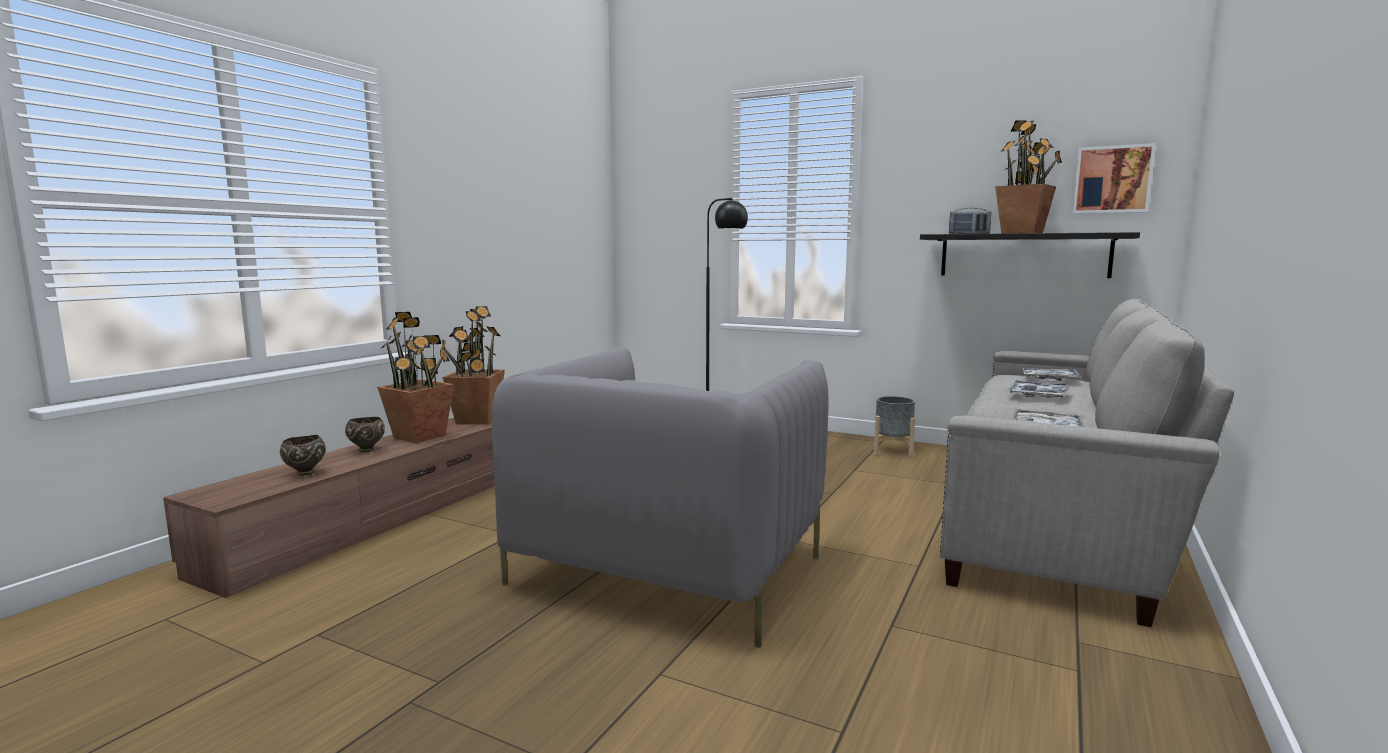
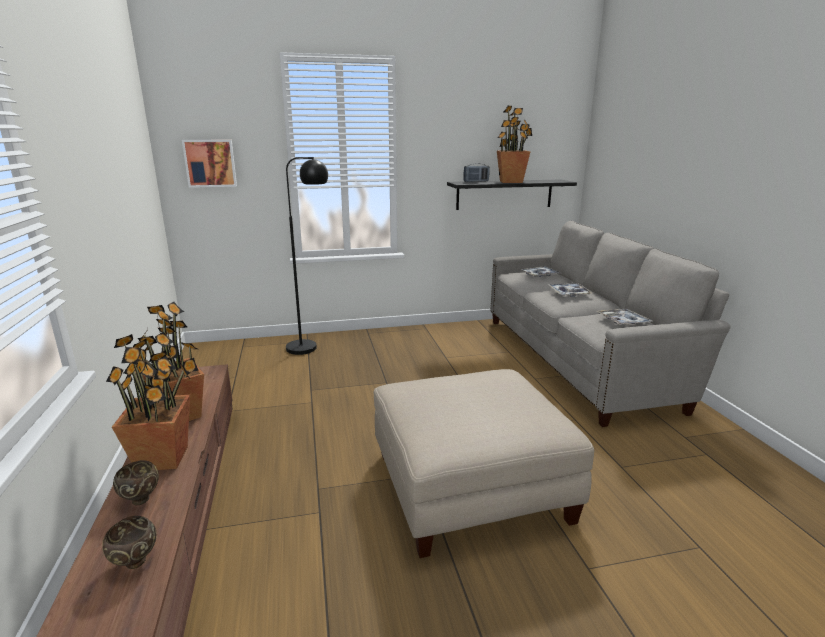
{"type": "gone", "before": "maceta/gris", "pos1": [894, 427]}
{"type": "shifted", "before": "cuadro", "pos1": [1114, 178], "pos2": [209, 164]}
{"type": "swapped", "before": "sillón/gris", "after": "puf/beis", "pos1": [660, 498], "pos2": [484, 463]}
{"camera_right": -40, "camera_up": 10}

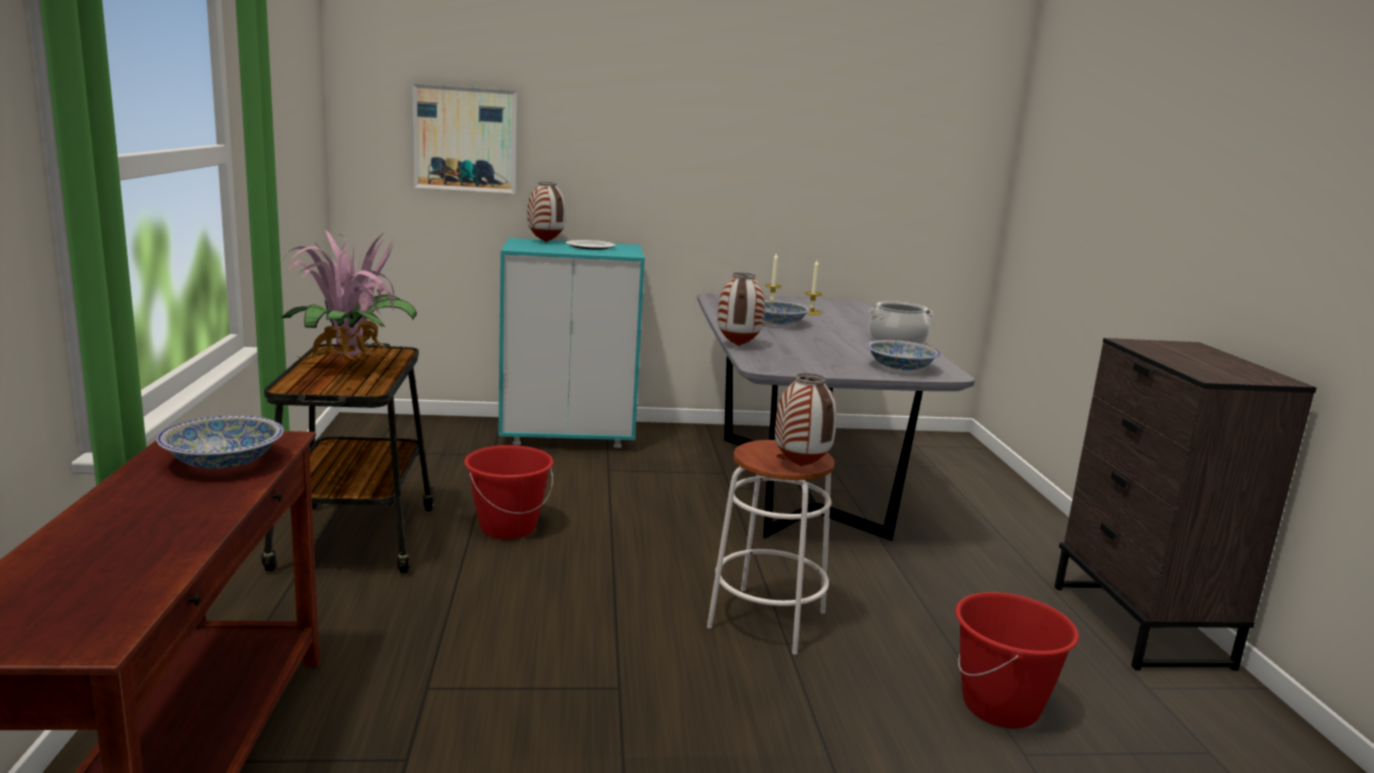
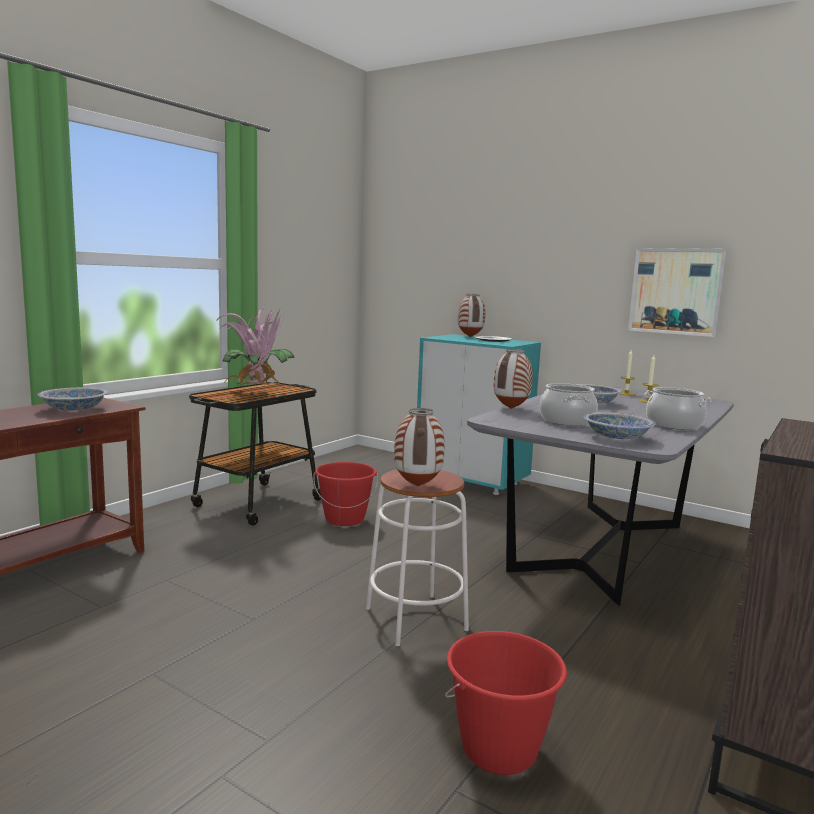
{"type": "new", "after": "olla", "pos2": [569, 404]}
{"type": "shifted", "before": "cuadro", "pos1": [464, 138], "pos2": [677, 292]}
{"camera_right": 40, "camera_up": -5}

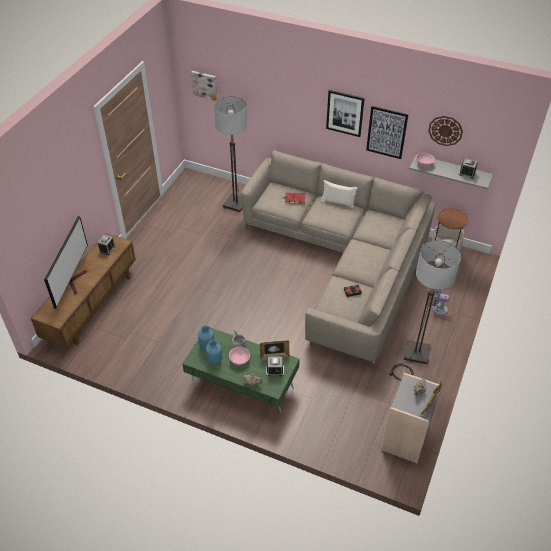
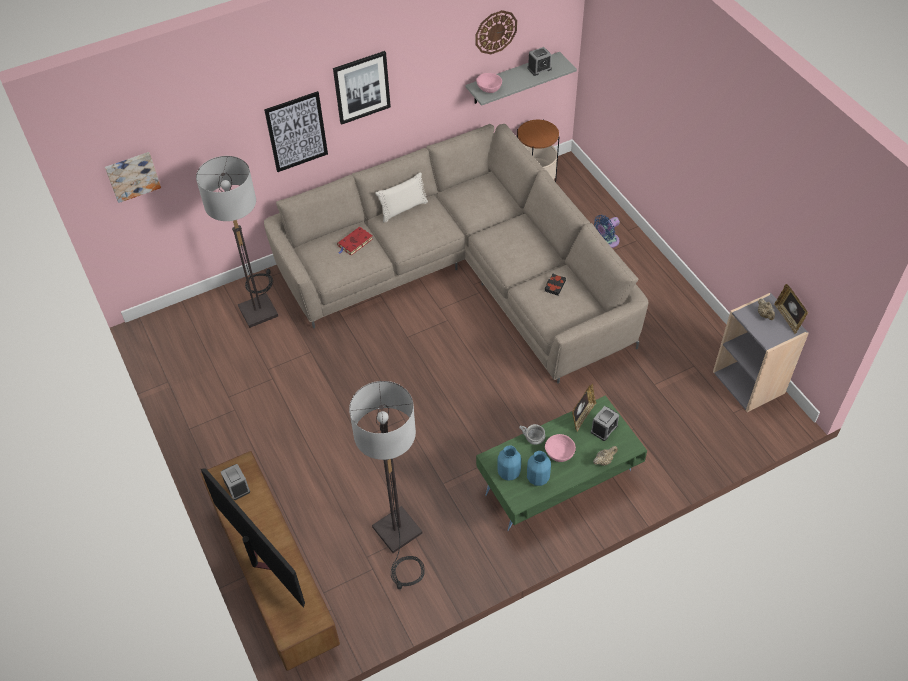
{"type": "shifted", "before": "cuadro", "pos1": [387, 132], "pos2": [296, 131]}
{"type": "shifted", "before": "lámpara de pie", "pos1": [425, 310], "pos2": [387, 486]}
{"camera_right": -50, "camera_up": 5}

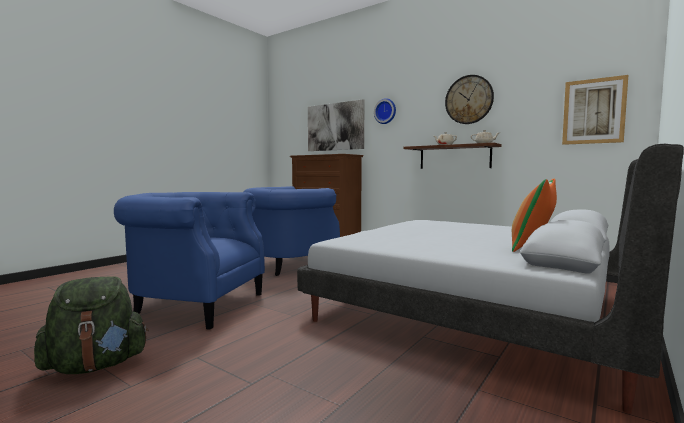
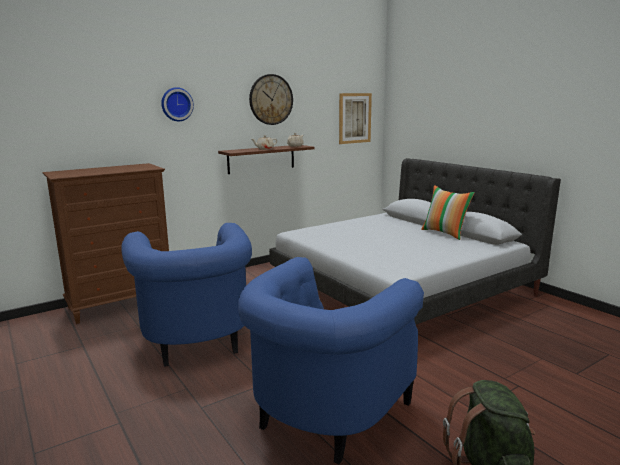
{"type": "gone", "before": "cuadro", "pos1": [336, 125]}
{"camera_right": -70, "camera_up": 10}

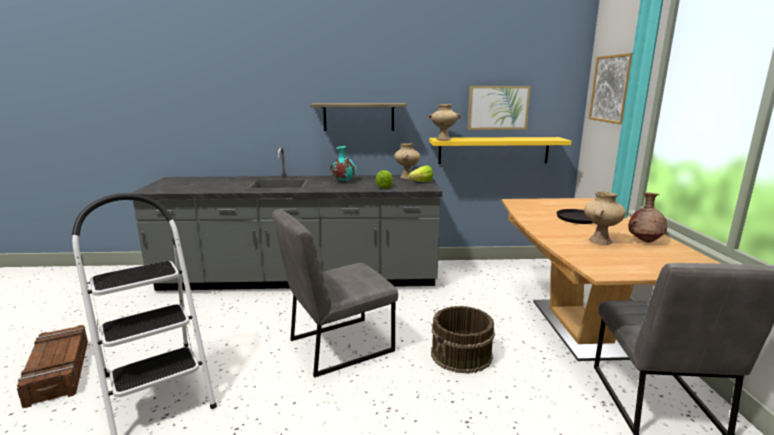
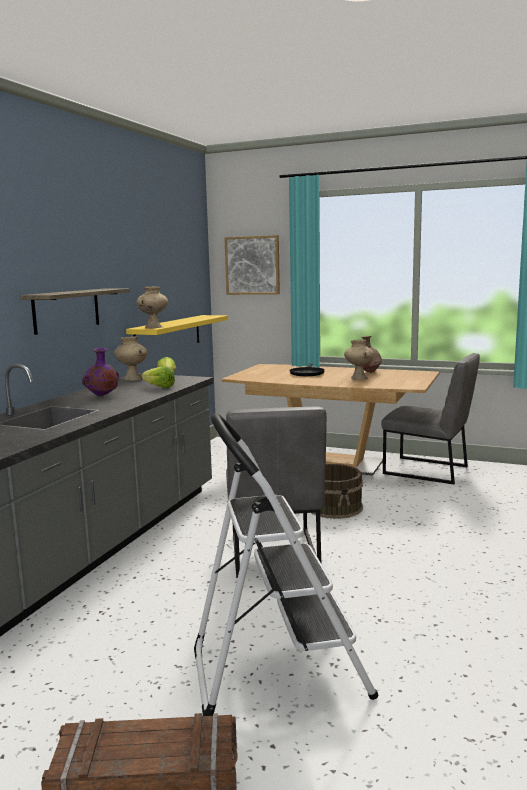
{"type": "gone", "before": "cuadro", "pos1": [499, 108]}
{"type": "repainted", "before": "florero/turquesa", "after": "florero/morado", "pos1": [344, 163], "pos2": [100, 372]}
{"camera_right": -65, "camera_up": -5}

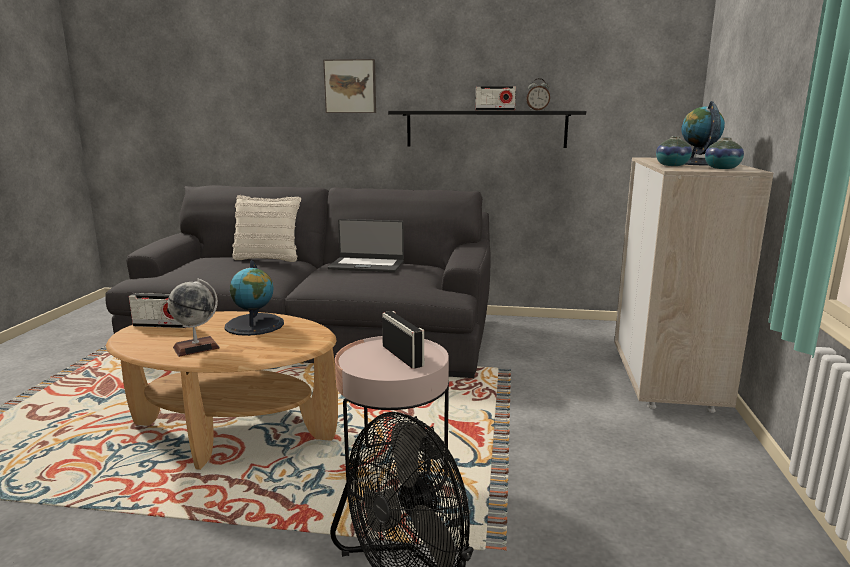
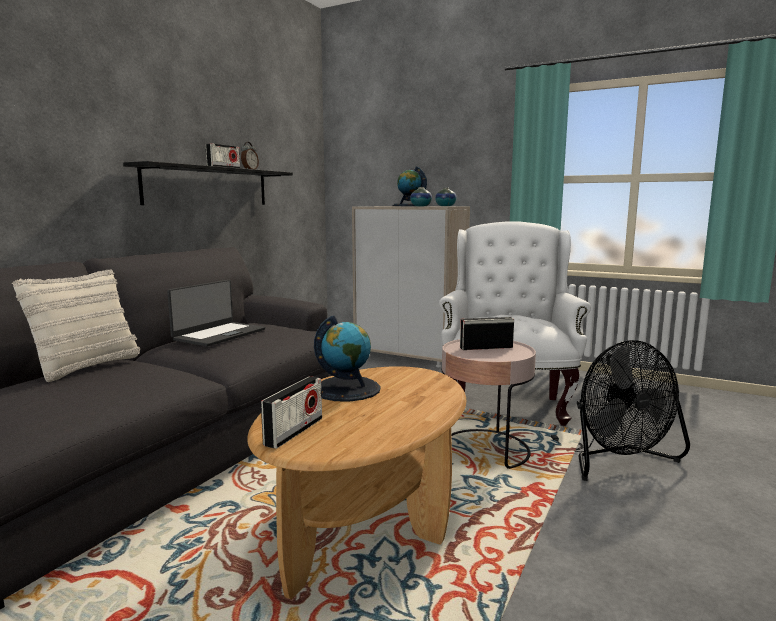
{"type": "gone", "before": "globo terráqueo", "pos1": [194, 318]}
{"type": "gone", "before": "cuadro", "pos1": [349, 86]}
{"type": "new", "after": "sillón/blanco", "pos2": [515, 323]}
{"camera_right": -70, "camera_up": -5}

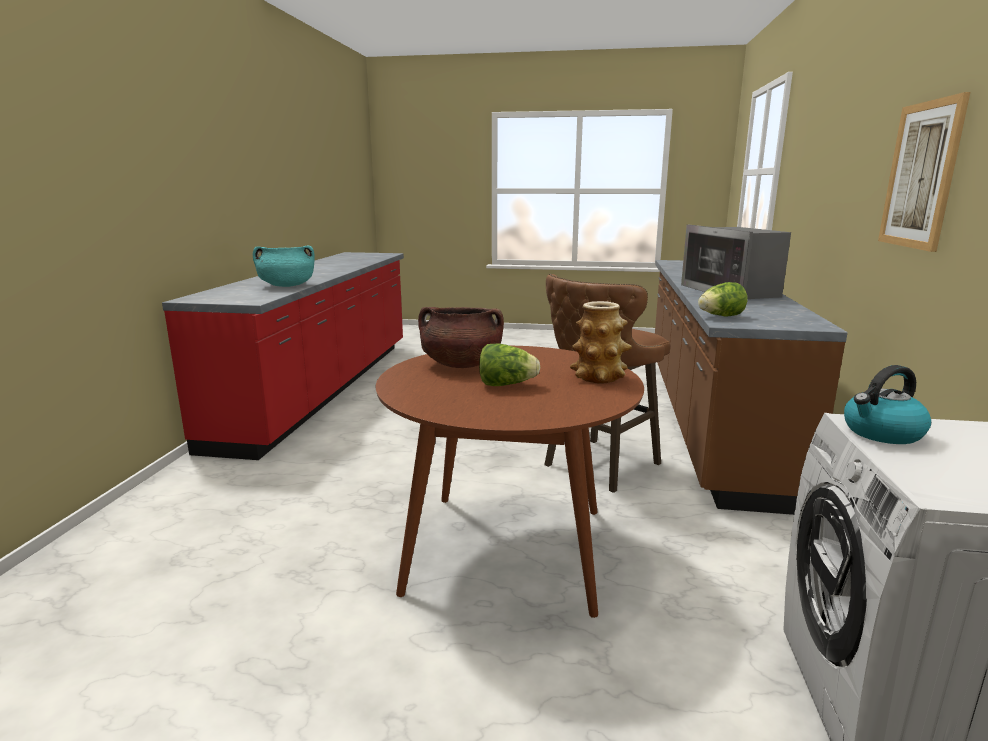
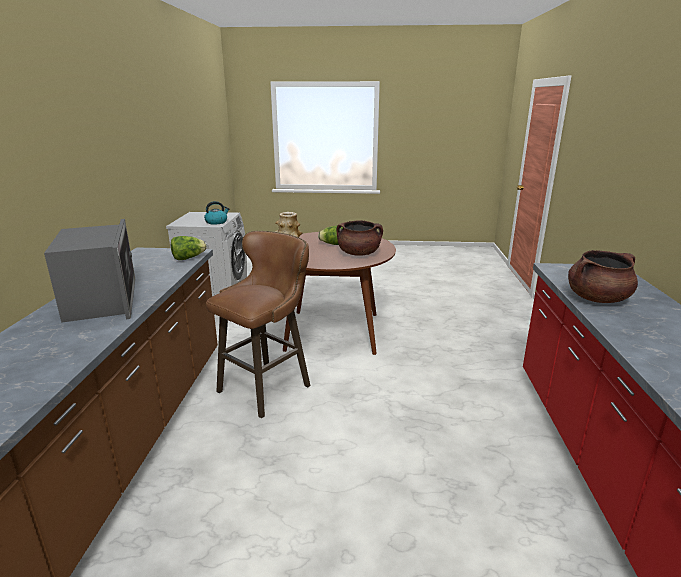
{"type": "gone", "before": "cuadro", "pos1": [924, 172]}
{"type": "repainted", "before": "olla/turquesa", "after": "olla/marrón", "pos1": [284, 266], "pos2": [603, 276]}
{"camera_right": 175, "camera_up": 5}

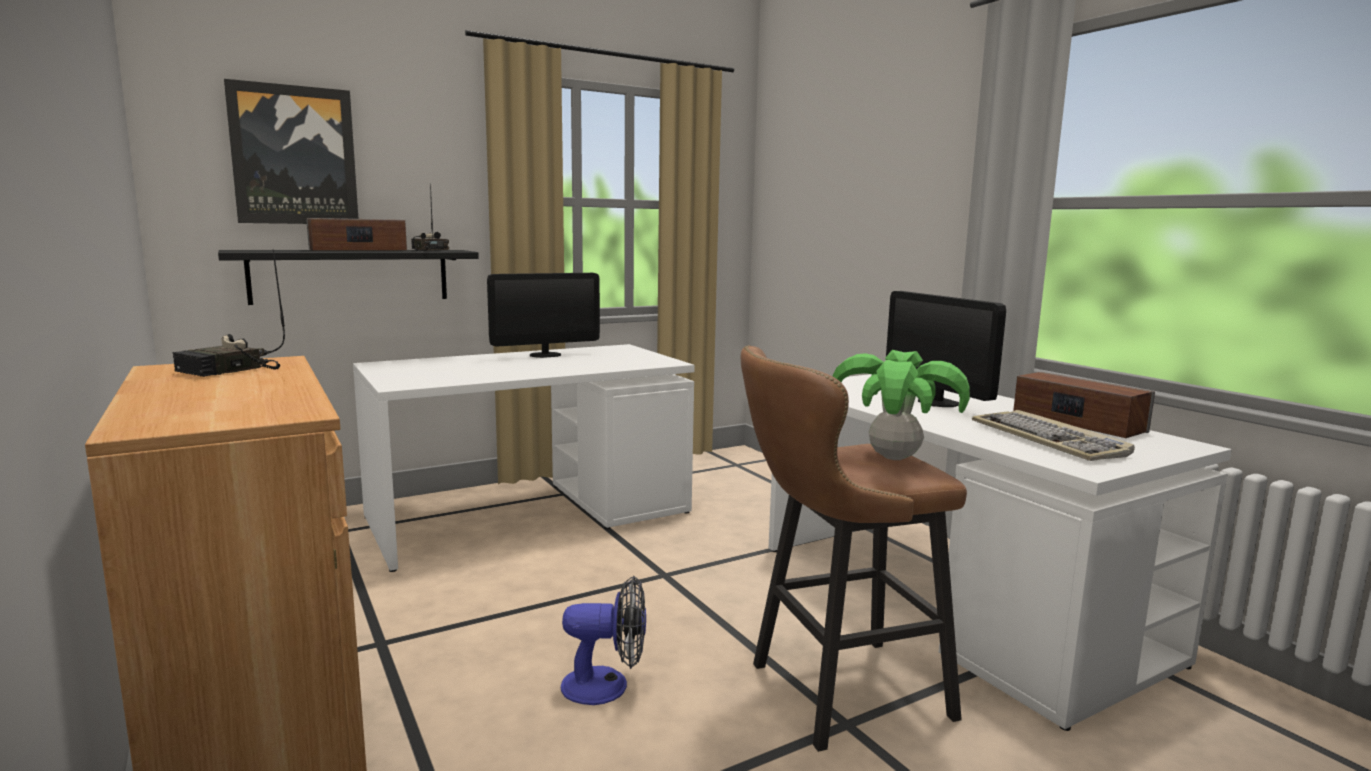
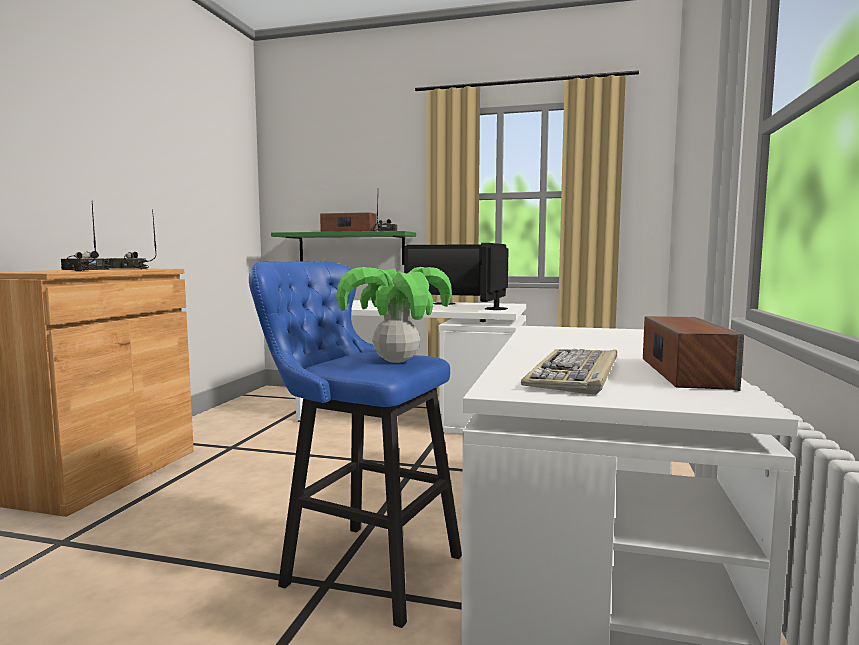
{"type": "gone", "before": "cuadro", "pos1": [291, 151]}
{"type": "gone", "before": "ventilador", "pos1": [603, 640]}
{"type": "new", "after": "radio", "pos2": [85, 237]}
{"type": "shifted", "before": "monitor", "pos1": [946, 349], "pos2": [494, 276]}
{"type": "repainted", "before": "estante/negro", "after": "estante/verde", "pos1": [348, 277], "pos2": [343, 248]}
{"type": "repainted", "before": "taburete/marrón", "after": "taburete/azul", "pos1": [854, 548], "pos2": [355, 444]}
{"camera_right": 45, "camera_up": -5}

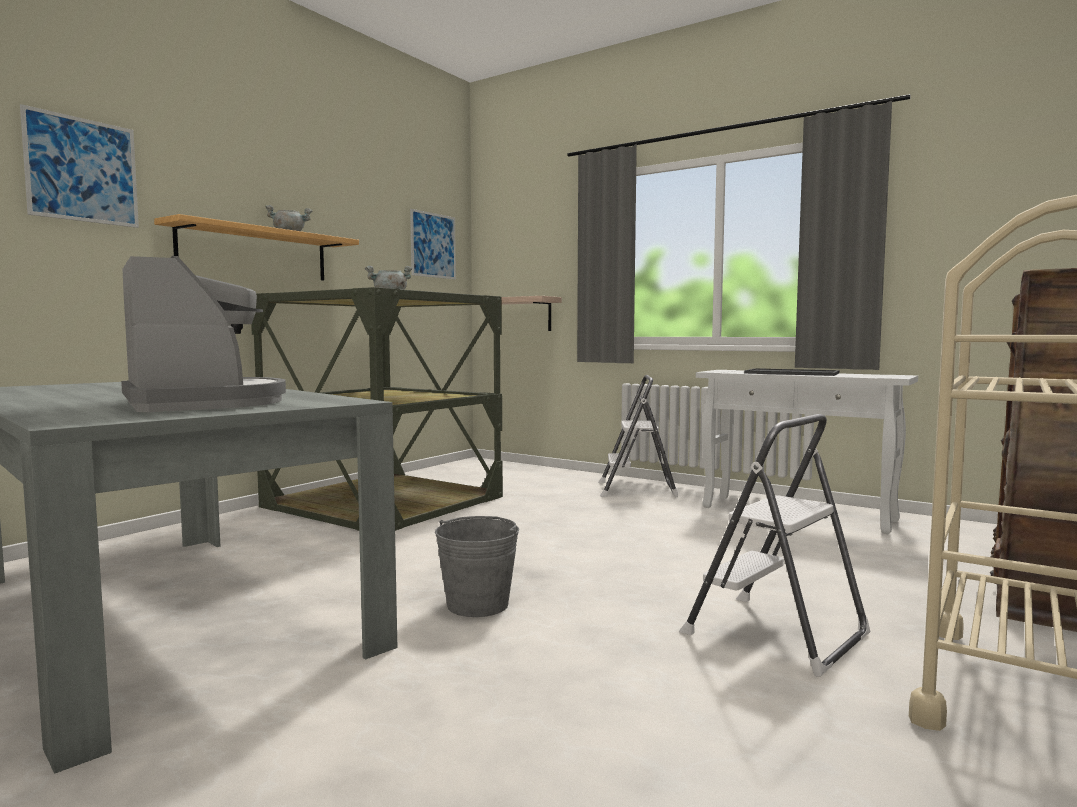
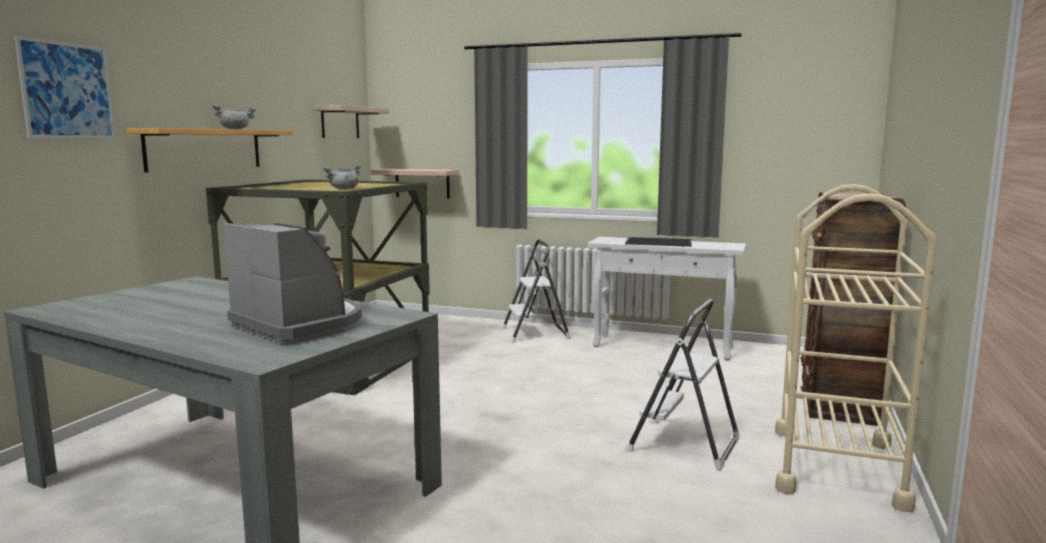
{"type": "gone", "before": "cubo/gris", "pos1": [477, 566]}
{"type": "swapped", "before": "cuadro", "after": "estante", "pos1": [433, 244], "pos2": [352, 121]}
{"camera_right": -15, "camera_up": 5}

